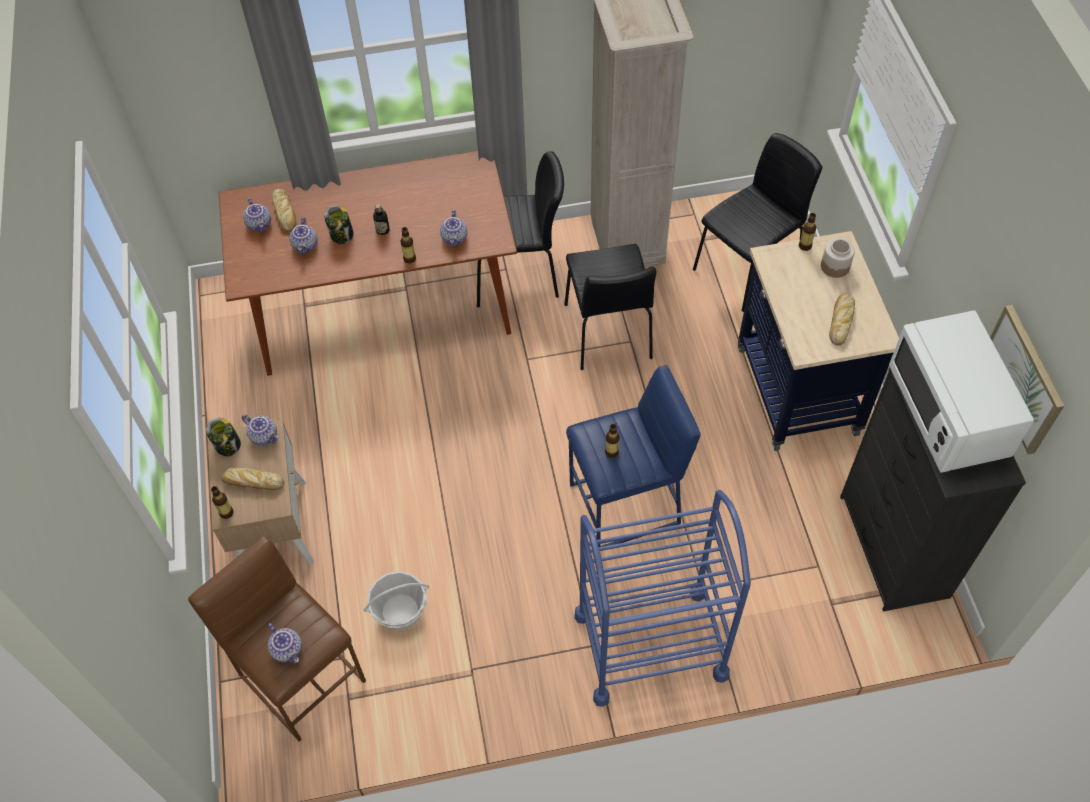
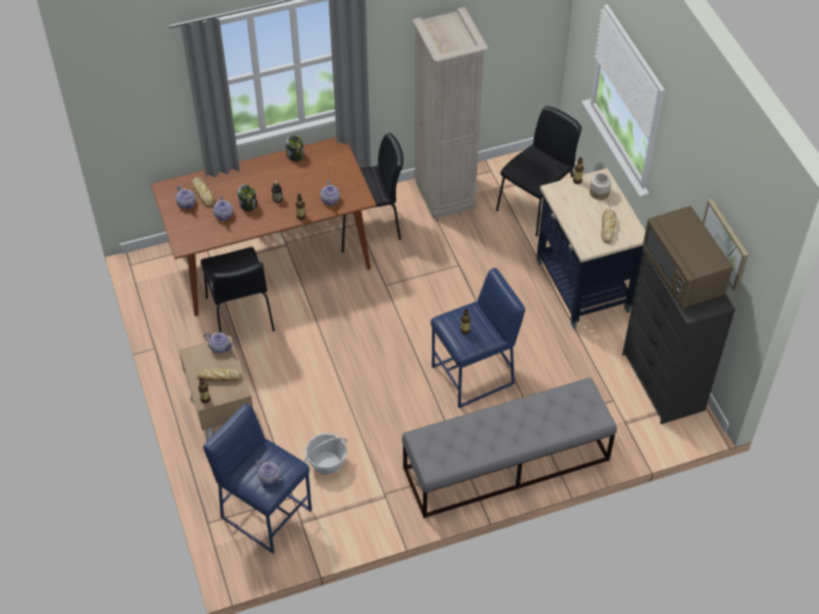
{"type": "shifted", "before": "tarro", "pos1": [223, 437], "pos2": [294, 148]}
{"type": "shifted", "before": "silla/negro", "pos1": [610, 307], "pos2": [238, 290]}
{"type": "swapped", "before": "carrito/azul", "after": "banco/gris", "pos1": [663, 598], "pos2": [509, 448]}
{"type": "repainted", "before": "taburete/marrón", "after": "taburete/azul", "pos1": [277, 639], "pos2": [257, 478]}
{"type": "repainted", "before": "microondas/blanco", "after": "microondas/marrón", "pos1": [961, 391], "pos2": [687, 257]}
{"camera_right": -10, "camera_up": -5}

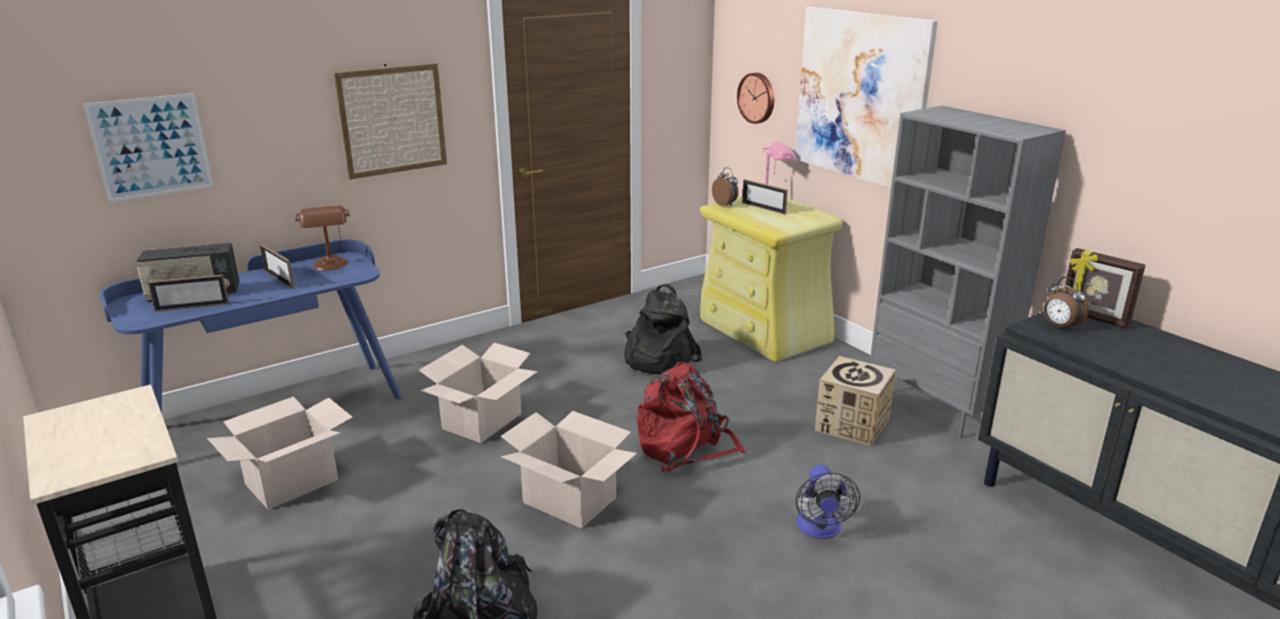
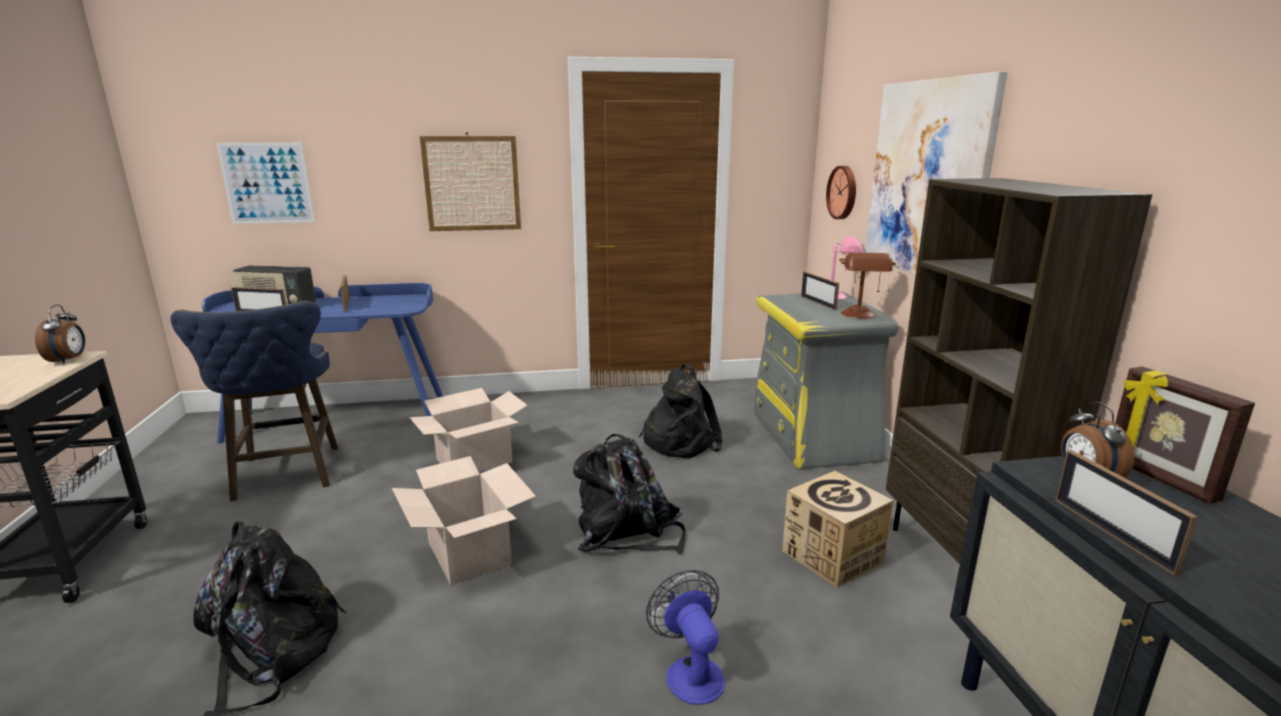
{"type": "new", "after": "portarretratos", "pos2": [1126, 513]}
{"type": "shifted", "before": "lámpara de mesa/marrón", "pos1": [322, 237], "pos2": [867, 286]}
{"type": "shifted", "before": "despertador", "pos1": [725, 186], "pos2": [60, 334]}
{"type": "swapped", "before": "caja de cartón", "after": "taburete/azul", "pos1": [279, 453], "pos2": [254, 401]}
{"type": "repainted", "before": "mochila/rojo", "after": "mochila/negro", "pos1": [691, 417], "pos2": [629, 494]}
{"type": "repainted", "before": "mesita de noche/amarillo", "after": "mesita de noche/gris", "pos1": [771, 279], "pos2": [826, 380]}
{"type": "repainted", "before": "estantería/gris", "after": "estantería/marrón", "pos1": [968, 272], "pos2": [1019, 371]}
{"type": "rotated", "before": "ventilador", "pos1": [827, 502], "pos2": [685, 637], "turn": 135}
{"camera_right": 25, "camera_up": -5}

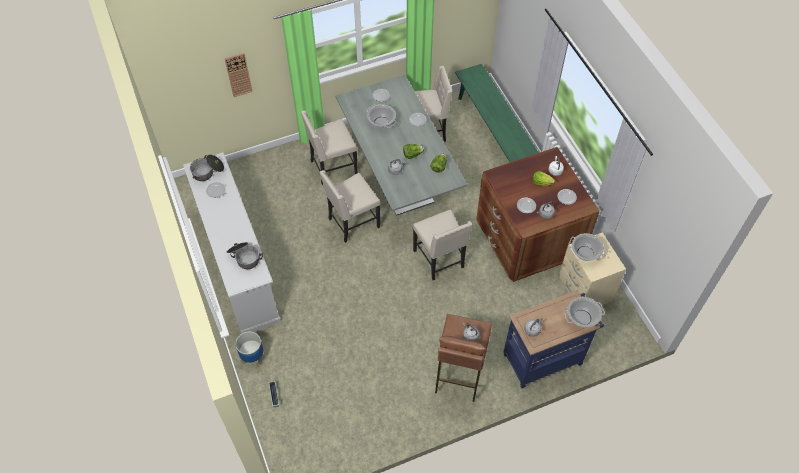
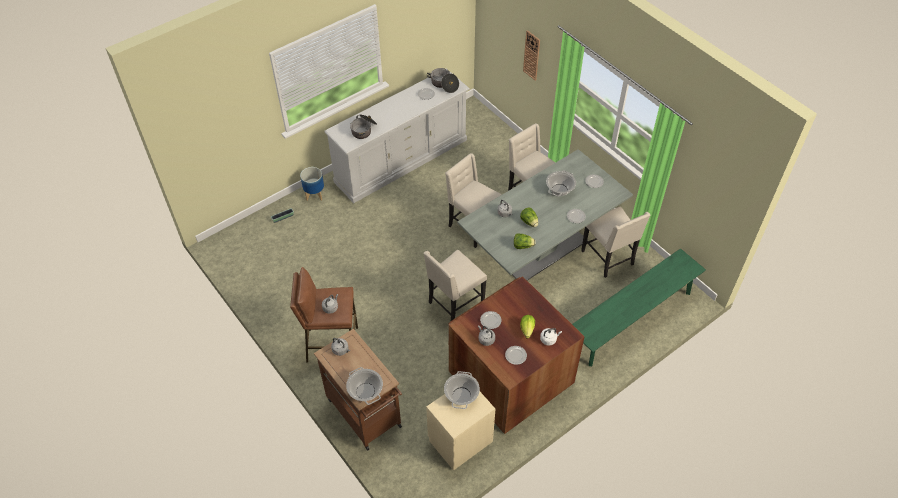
{"type": "repainted", "before": "carrito/azul", "after": "carrito/marrón", "pos1": [553, 339], "pos2": [358, 389]}
{"camera_right": 75, "camera_up": -5}

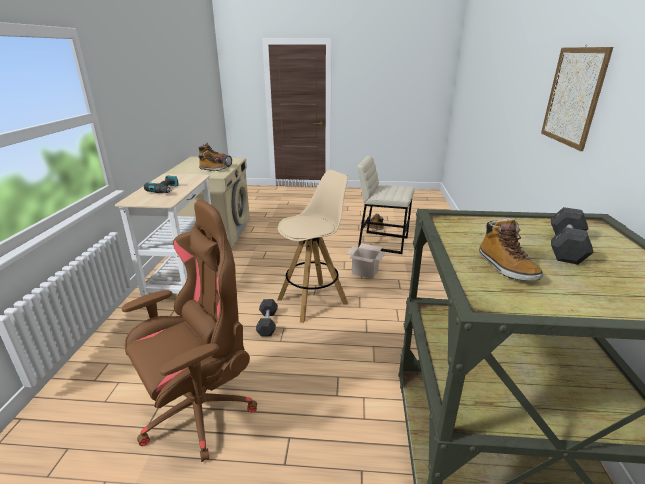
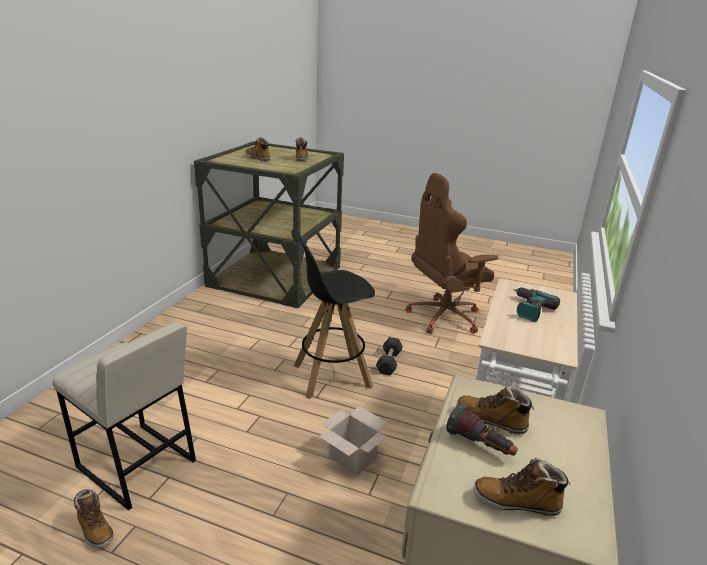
{"type": "gone", "before": "cuadro", "pos1": [577, 98]}
{"type": "shifted", "before": "caja de cartón", "pos1": [366, 261], "pos2": [353, 441]}
{"type": "swapped", "before": "mancuerna/gris", "after": "bota", "pos1": [572, 236], "pos2": [257, 149]}
{"type": "repainted", "before": "taburete/beis", "after": "taburete/negro", "pos1": [312, 246], "pos2": [333, 314]}
{"camera_right": -165, "camera_up": 0}

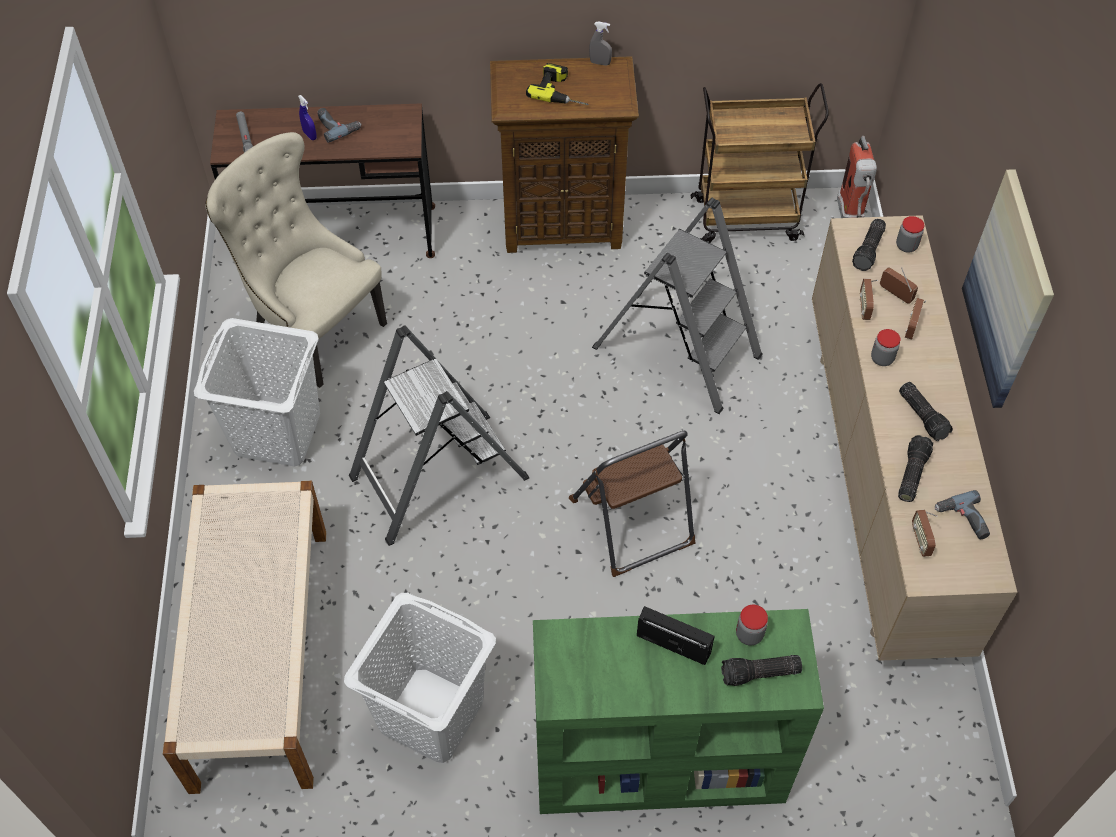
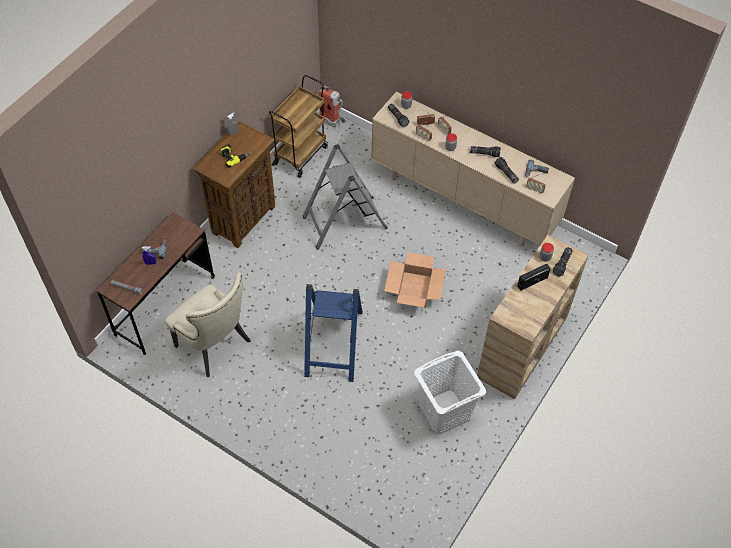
{"type": "gone", "before": "banco/beis", "pos1": [244, 637]}
{"type": "gone", "before": "cesto de la ropa/blanco", "pos1": [257, 392]}
{"type": "gone", "before": "cuadro", "pos1": [1008, 288]}
{"type": "swapped", "before": "escalera de tijera/marrón", "after": "caja de cartón", "pos1": [632, 504], "pos2": [415, 280]}
{"type": "repainted", "before": "escalera de tijera/gris", "after": "escalera de tijera/azul", "pos1": [439, 435], "pos2": [333, 333]}
{"type": "repainted", "before": "estantería/verde", "after": "estantería/marrón", "pos1": [678, 711], "pos2": [533, 317]}
{"type": "rotated", "before": "silla/beis", "pos1": [296, 260], "pos2": [207, 324], "turn": -120}
{"camera_right": -55, "camera_up": 0}

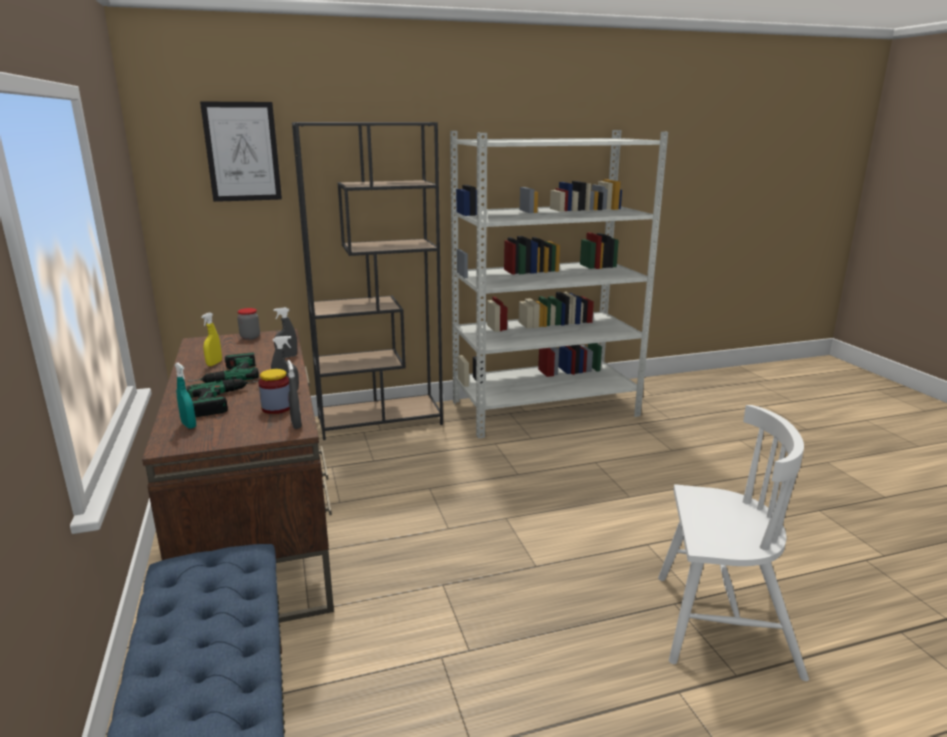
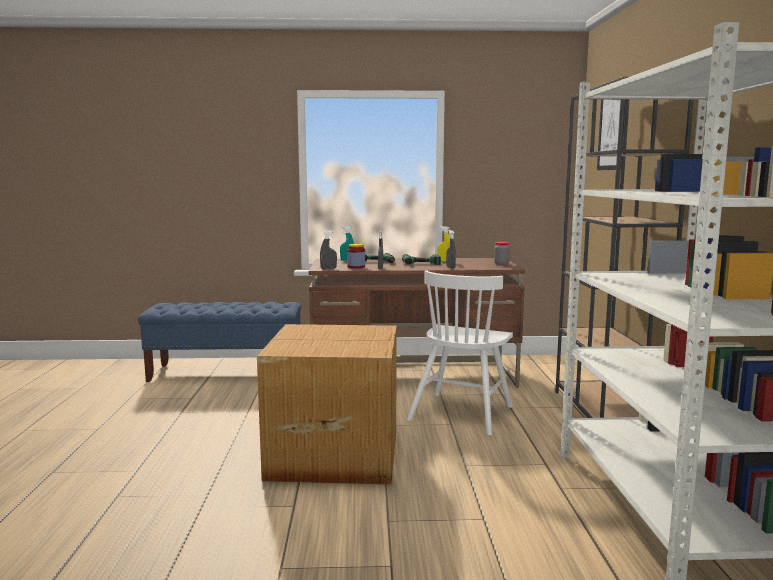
{"type": "new", "after": "caja de cartón", "pos2": [327, 404]}
{"type": "shifted", "before": "silla/blanco", "pos1": [733, 543], "pos2": [459, 352]}
{"camera_right": 105, "camera_up": -10}

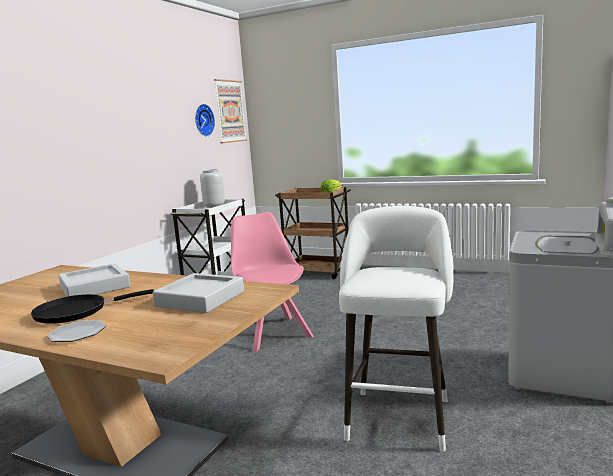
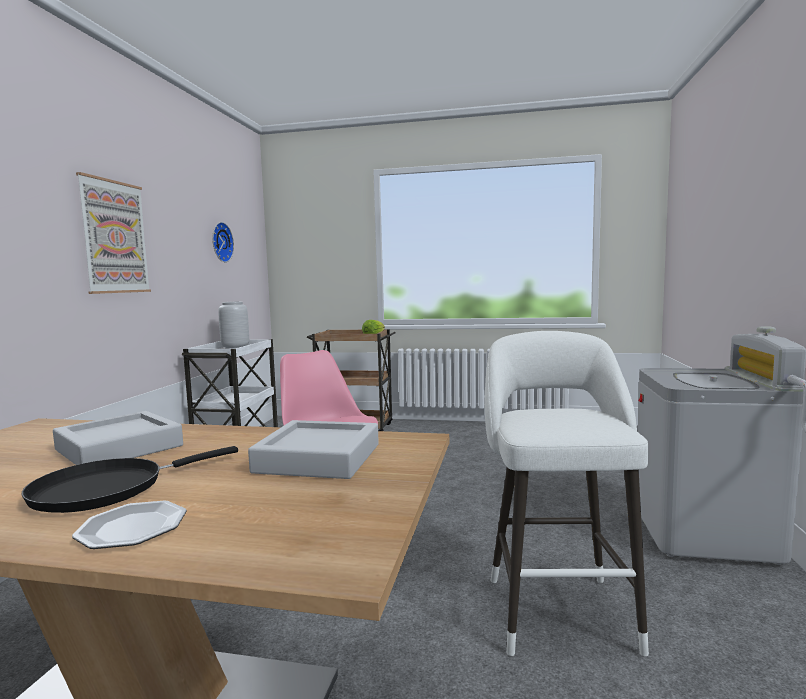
{"type": "shifted", "before": "cuadro", "pos1": [230, 111], "pos2": [113, 233]}
{"camera_right": -15, "camera_up": -5}

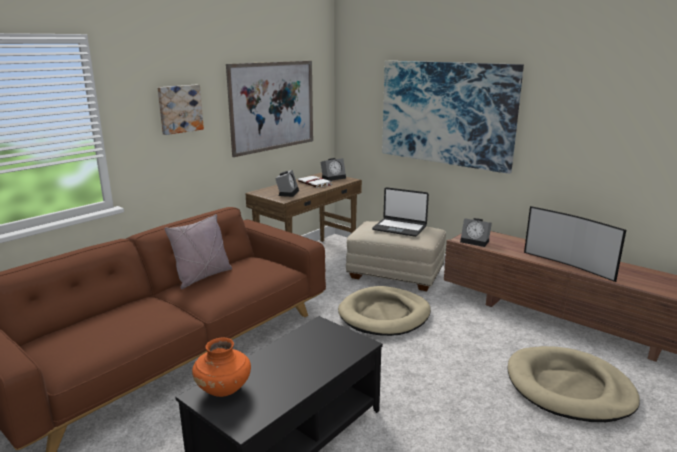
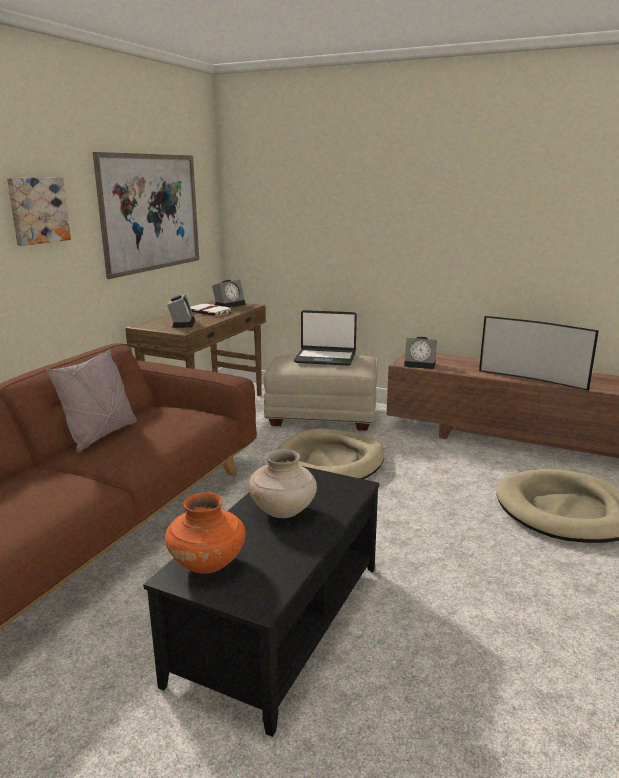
{"type": "gone", "before": "cuadro", "pos1": [453, 117]}
{"type": "new", "after": "florero/beis", "pos2": [282, 483]}
{"camera_right": -15, "camera_up": 0}

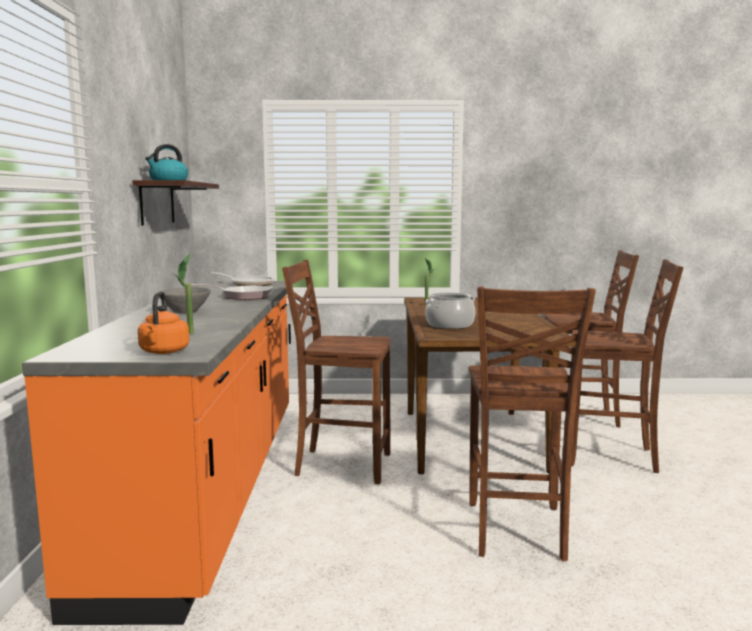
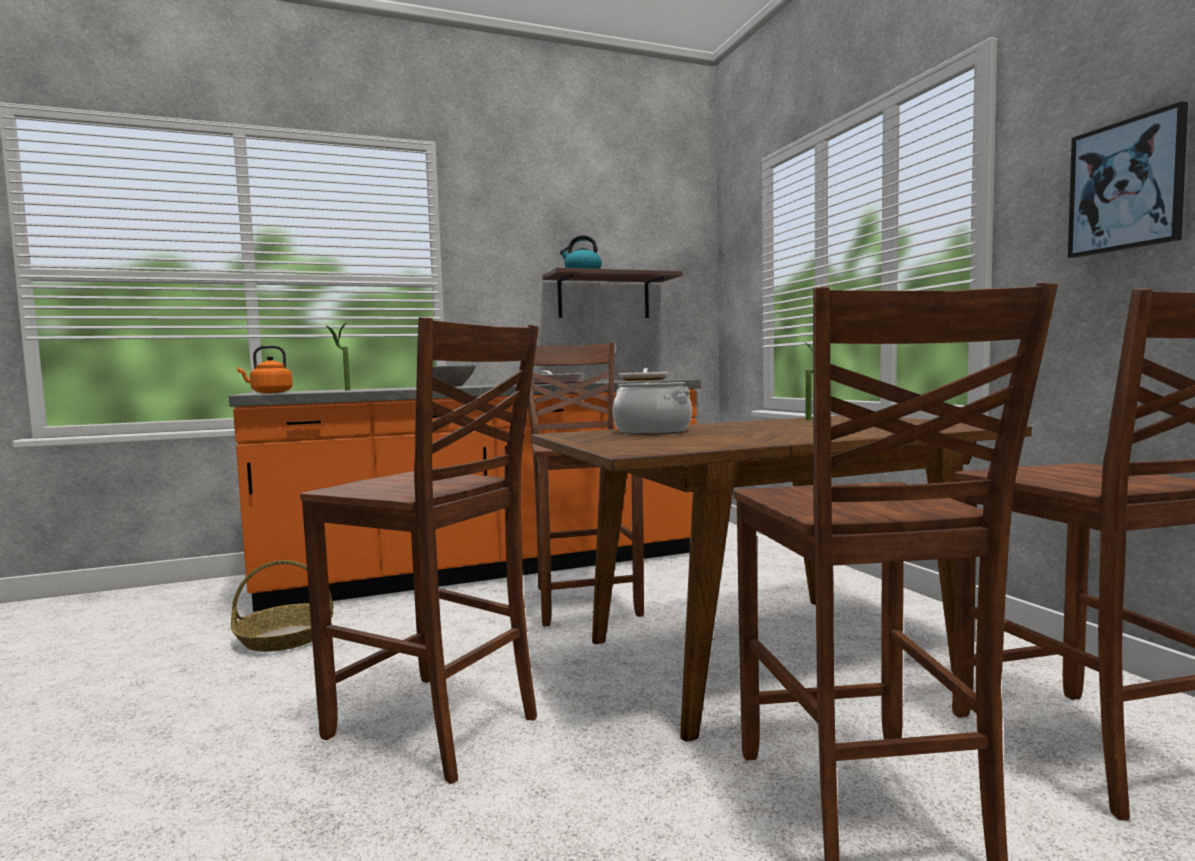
{"type": "new", "after": "cesta", "pos2": [282, 606]}
{"type": "new", "after": "cuadro", "pos2": [1128, 179]}
{"type": "rotated", "before": "silla/marrón", "pos1": [532, 424], "pos2": [419, 550], "turn": -135}
{"camera_right": 70, "camera_up": -5}

